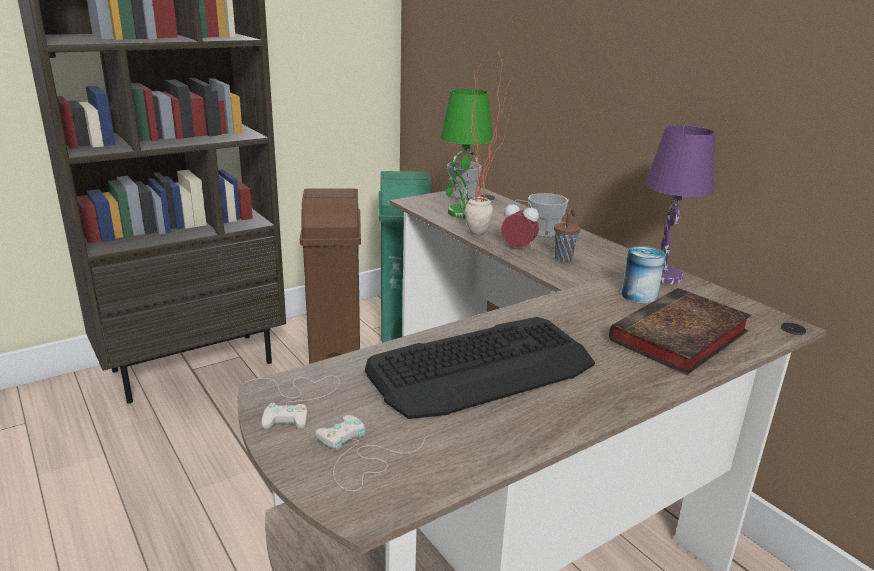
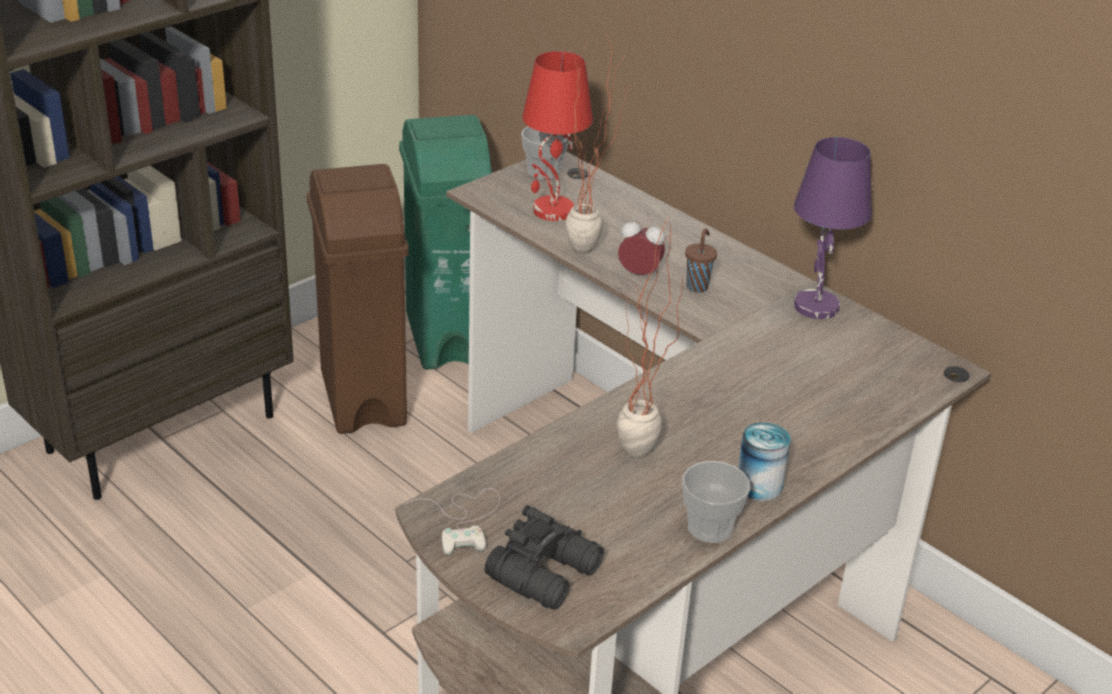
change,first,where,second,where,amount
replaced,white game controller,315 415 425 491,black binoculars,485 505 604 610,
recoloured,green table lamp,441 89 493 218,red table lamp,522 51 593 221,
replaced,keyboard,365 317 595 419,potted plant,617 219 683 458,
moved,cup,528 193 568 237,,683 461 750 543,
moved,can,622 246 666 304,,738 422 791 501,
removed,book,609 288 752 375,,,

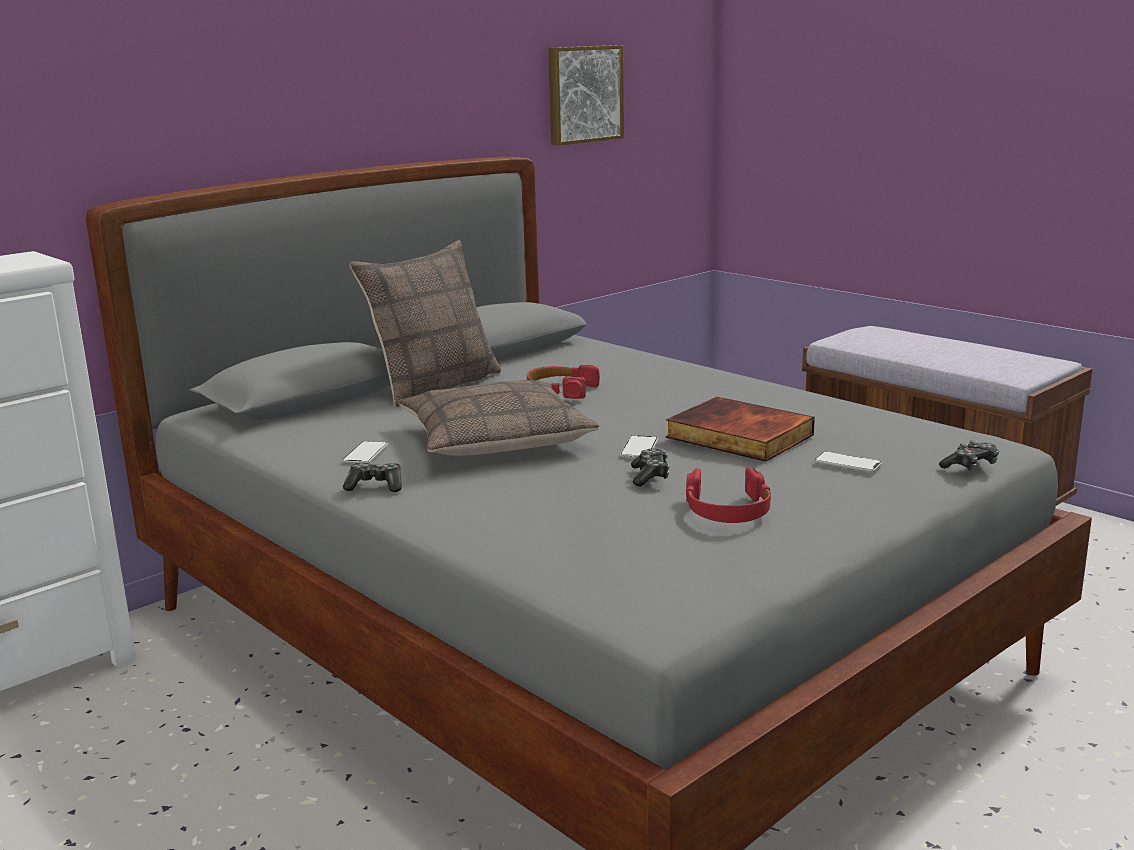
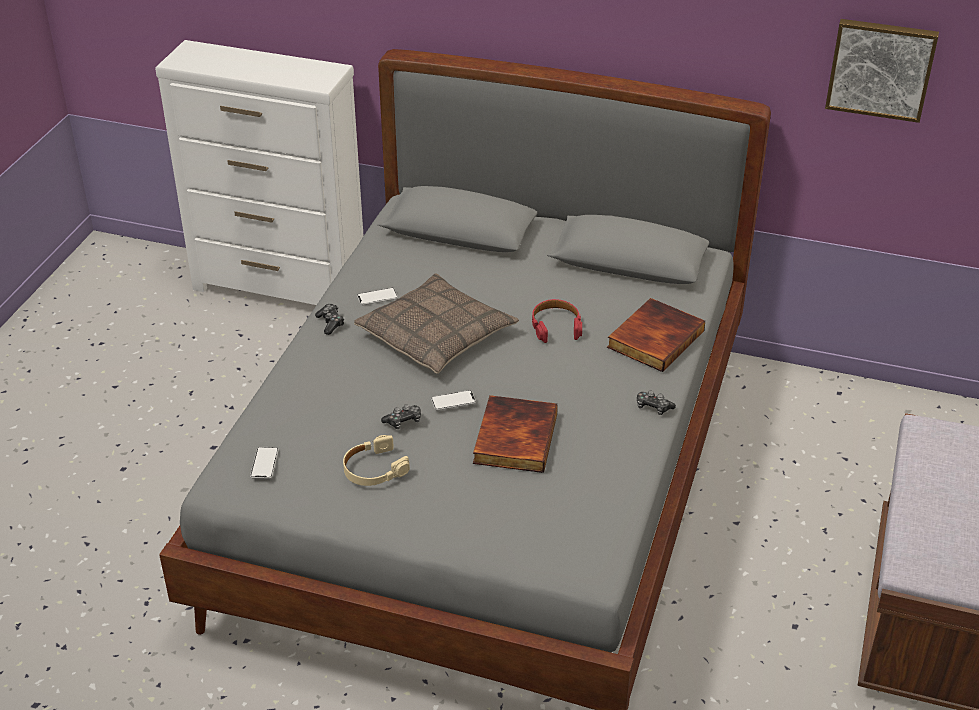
change,first,where,second,where,amount
moved,phone,814 451 882 472,,250 447 279 479,
recoloured,red headphones,686 467 771 523,beige headphones,343 435 410 486,
added,,,book,607 298 705 372,
moved,game controller,939 440 999 471,,637 390 676 415,
removed,pillow,349 240 501 407,,,

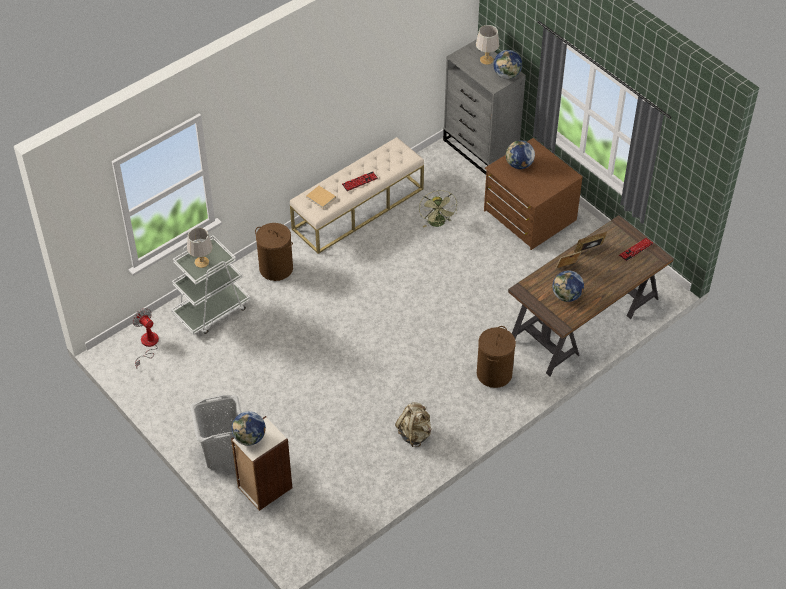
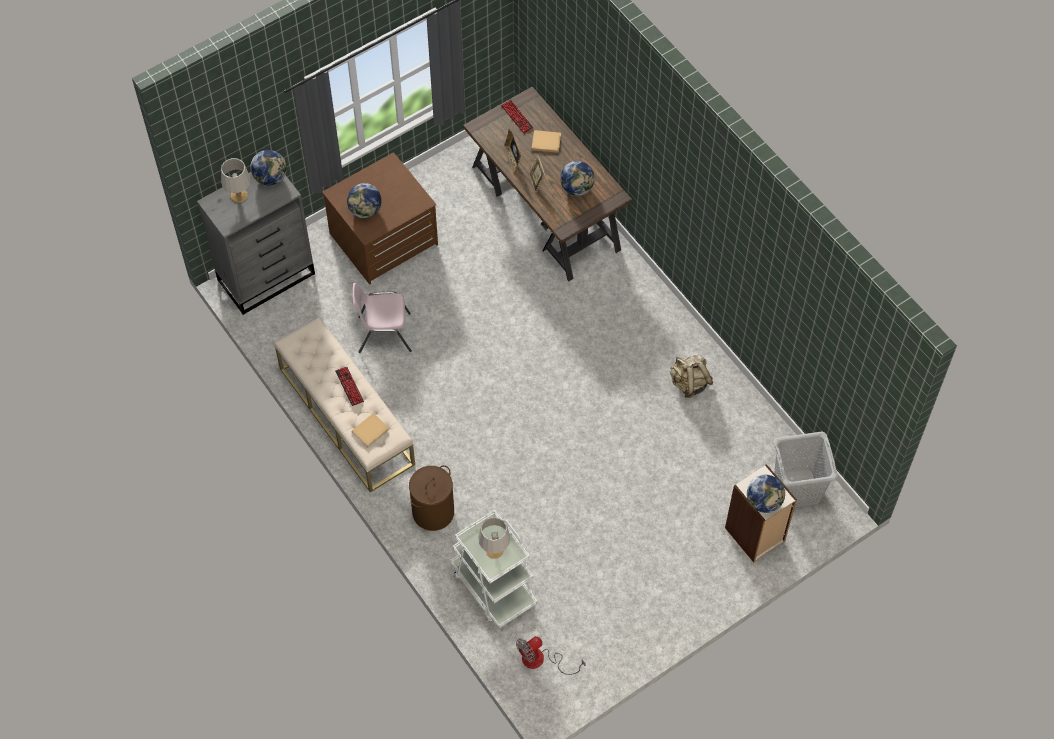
change,first,where,second,where,amount
replaced,green fan,419 190 457 228,pink chair,353 283 412 353,
added,,,beige book,532 130 561 153,
moved,grey laundry basket,190 395 242 469,,773 431 838 507,
removed,brown laundry basket,477 326 516 388,,,

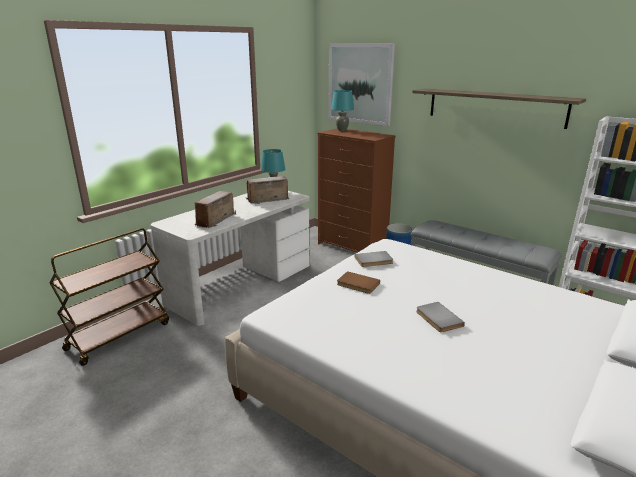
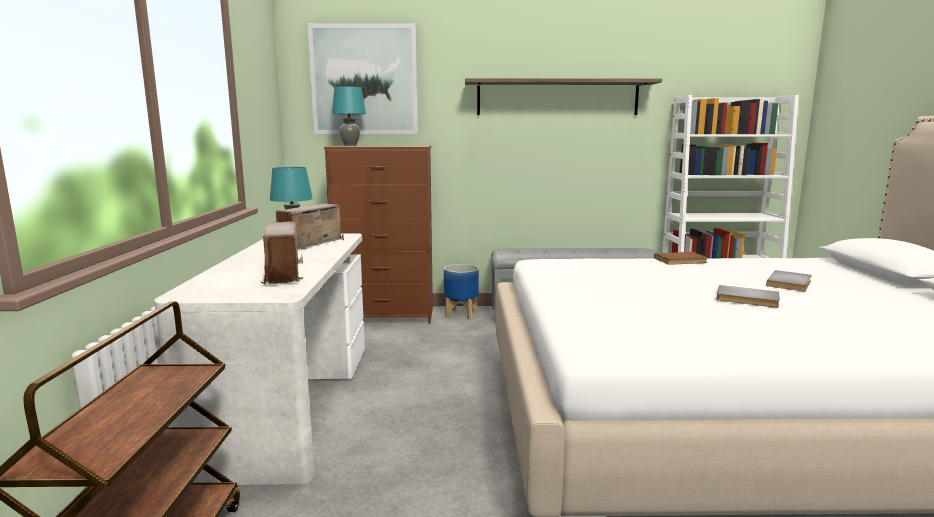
change,first,where,second,where,amount
moved,brown book,337 271 380 294,,654 252 708 265,
moved,grey book,355 251 393 267,,766 270 812 291,

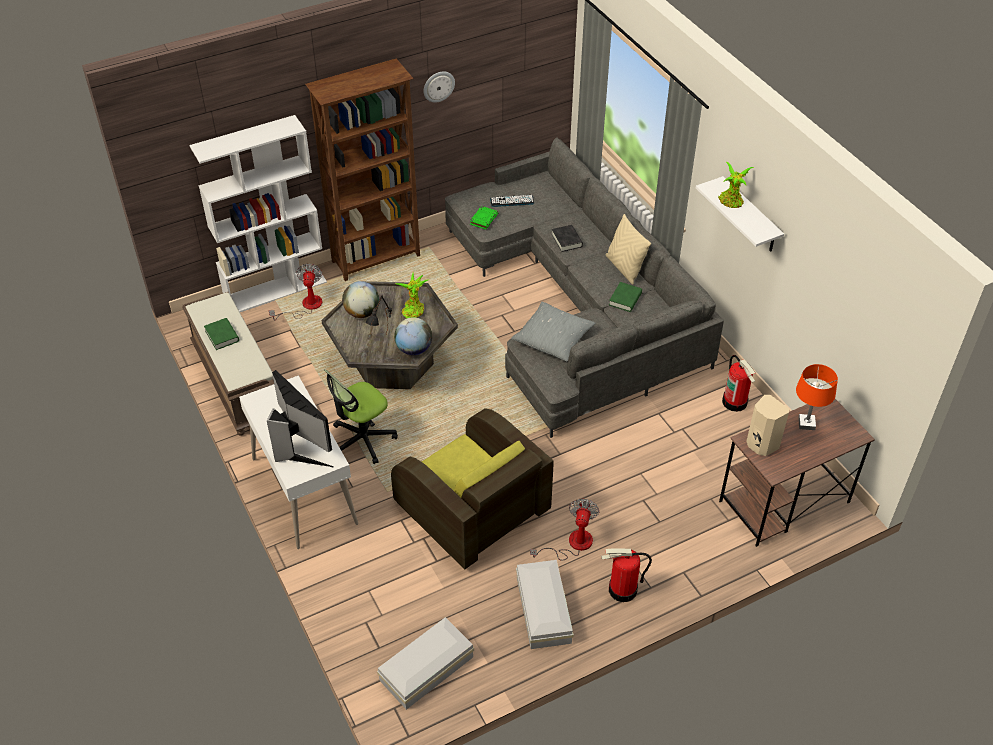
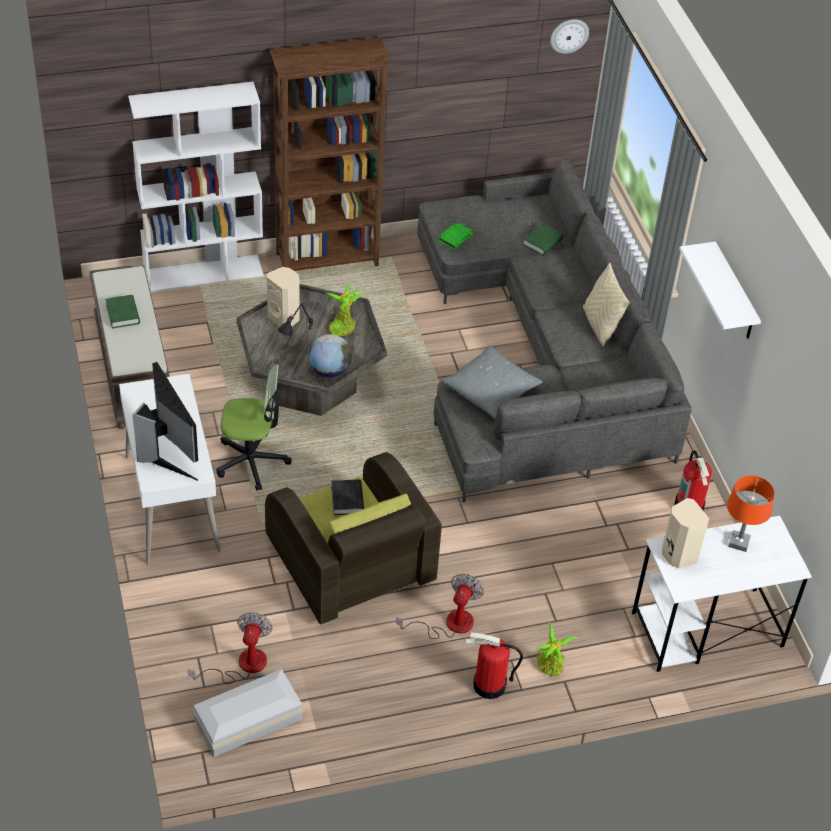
change,first,where,second,where,amount
moved,fan,269 263 322 320,,188 612 272 684,
turned,office chair,324 369 398 464,,216 364 292 491,150 degrees counterclockwise
replaced,globe,342 281 379 318,beige speaker,267 267 300 327,
moved,black book,552 225 583 252,,331 479 364 515,
moved,green book,609 282 642 312,,523 223 564 256,
moved,potted plant,718 162 754 208,,535 622 578 676,
moved,wall clock,423 71 455 103,,550 19 589 54,
recoloured,brown desk,719 399 875 547,white desk,632 516 812 672,
removed,keyboard,490 195 534 207,,,
removed,white storage box,516 560 573 649,,,

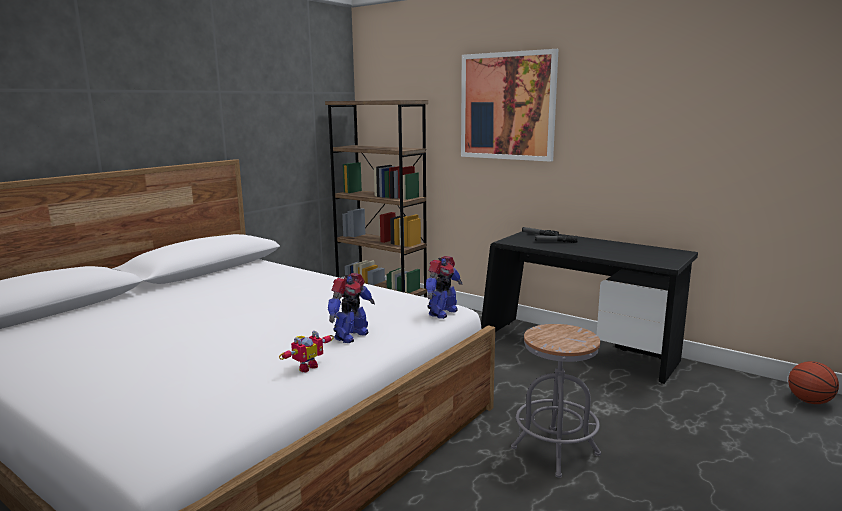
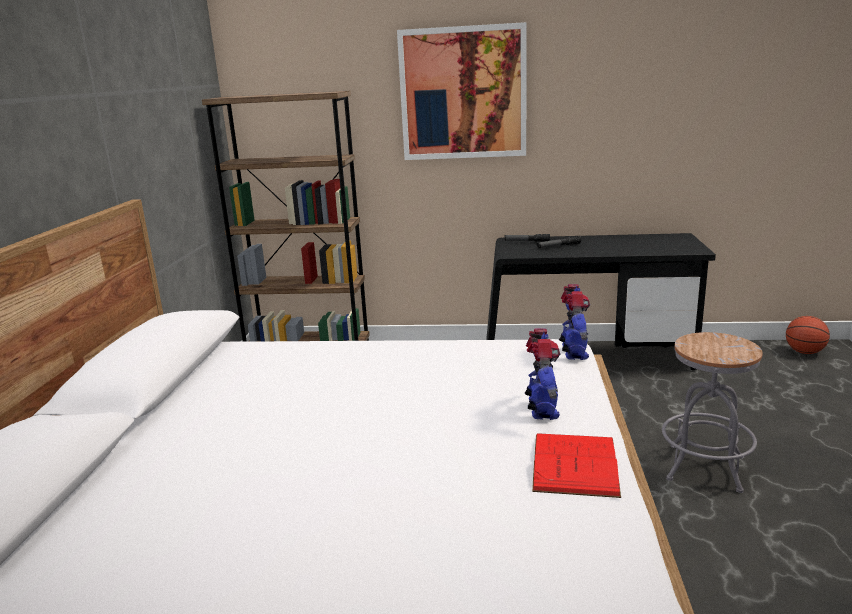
change,first,where,second,where,amount
replaced,toy robot,279 331 333 373,red book,532 433 621 498,

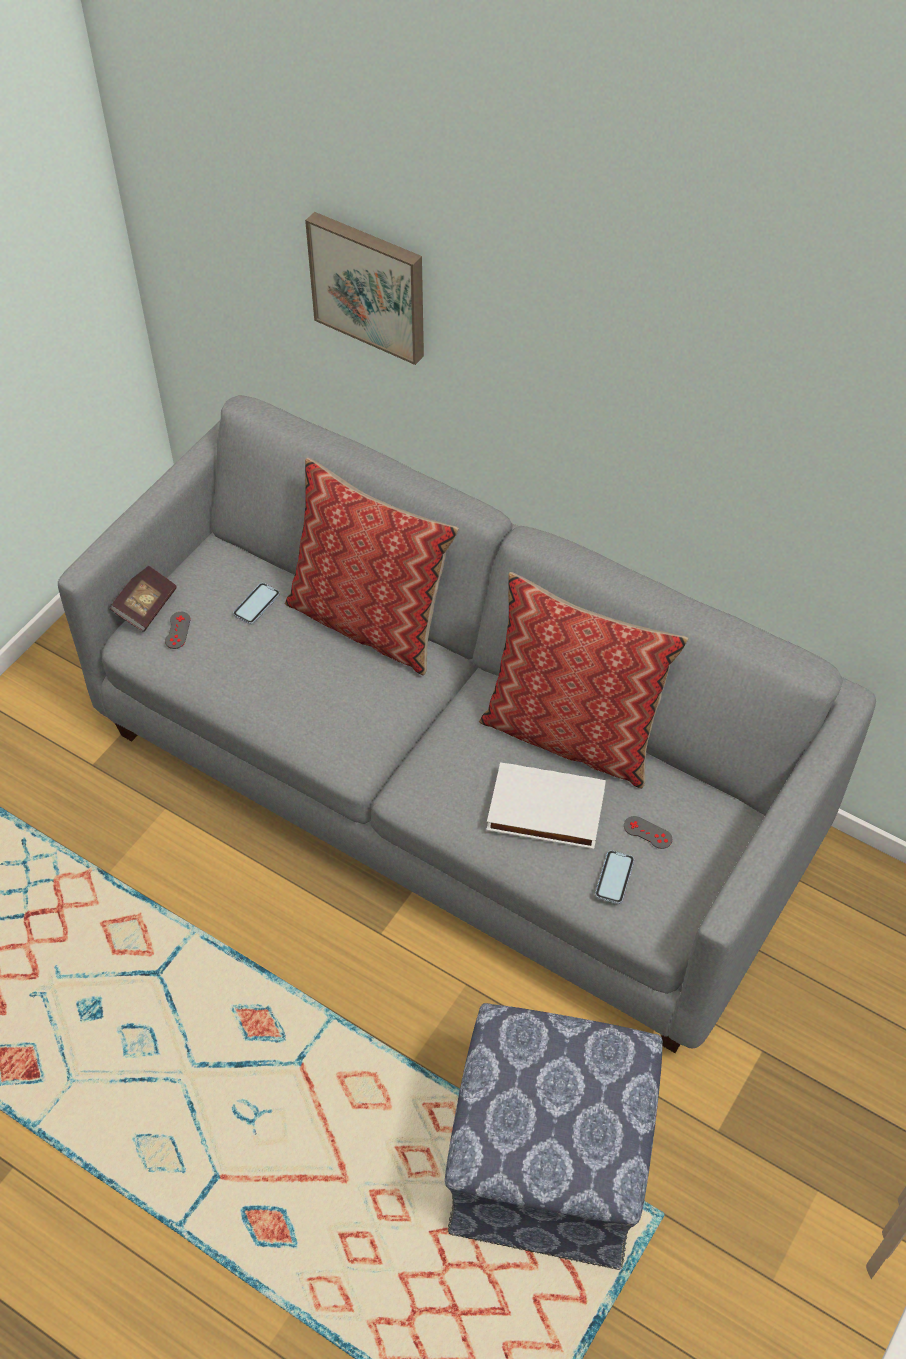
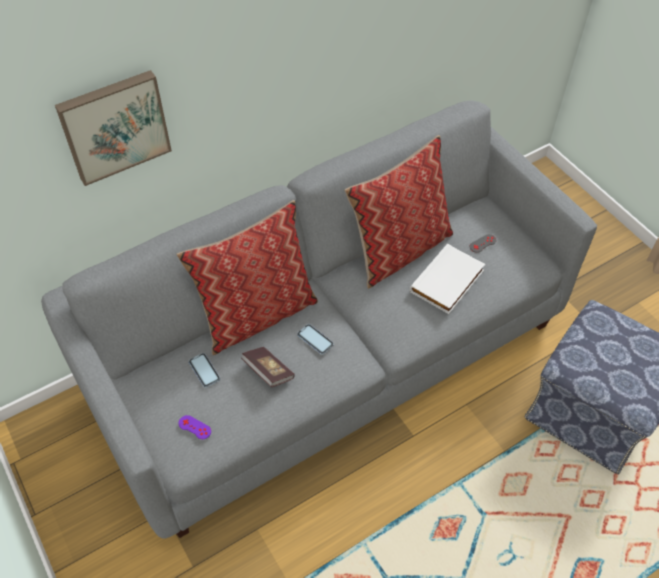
change,first,where,second,where,amount
recoloured,grey game controller,165 612 191 649,purple game controller,179 415 211 439,
moved,book,110 566 177 632,,241 347 295 387,
moved,phone,595 850 634 904,,297 324 334 355,

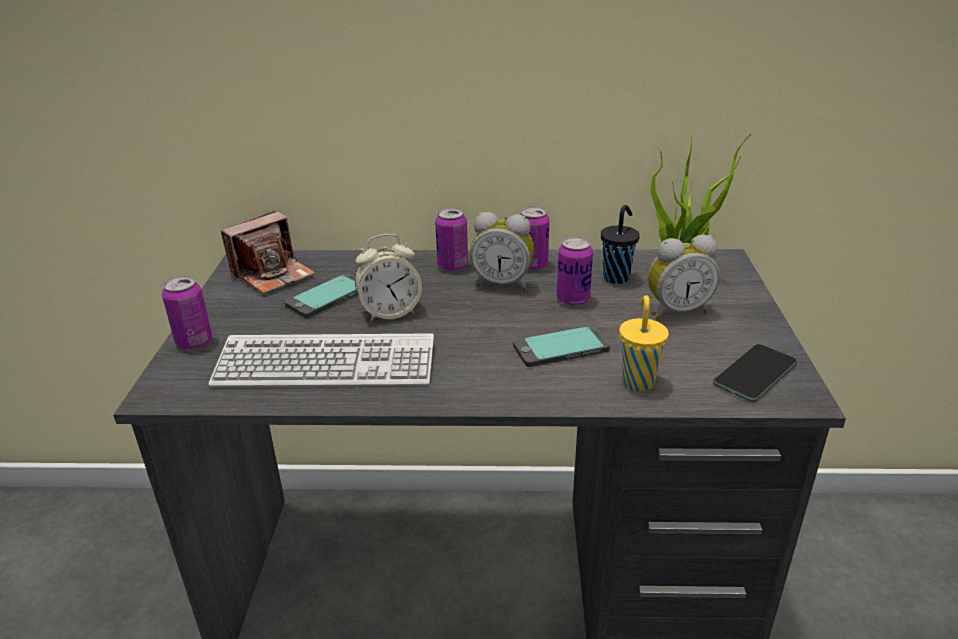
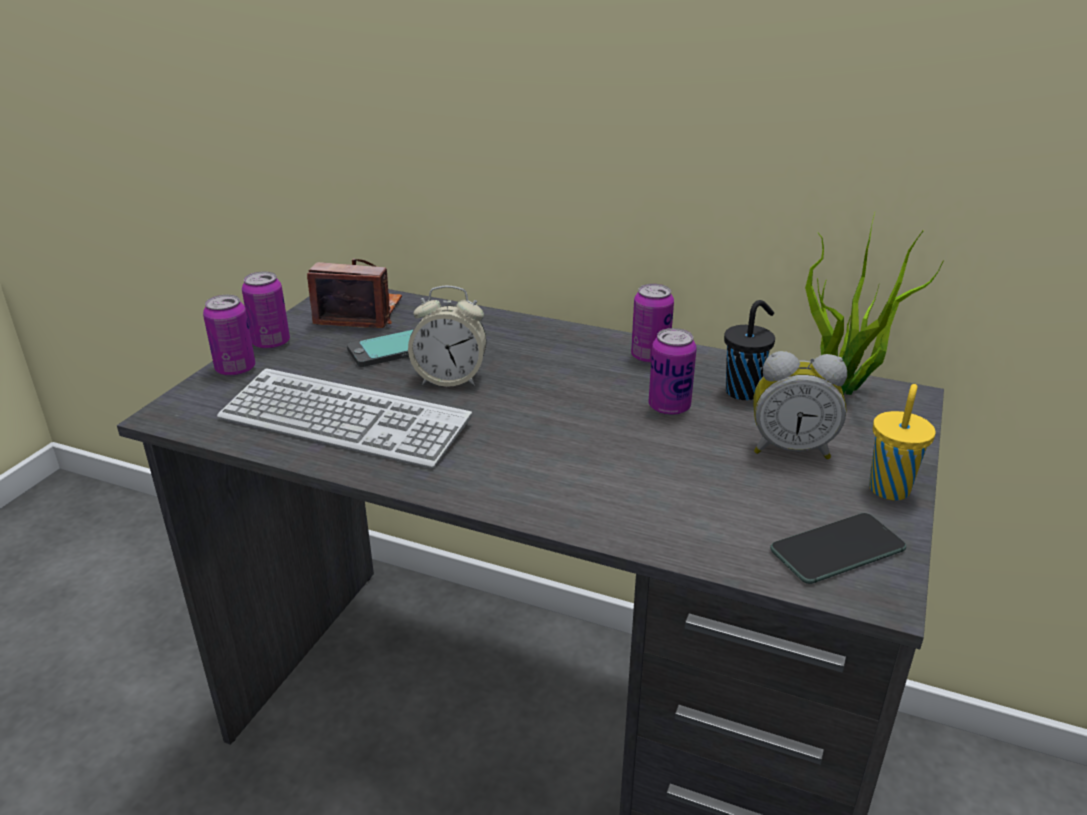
change,first,where,second,where,amount
moved,can,435 208 468 272,,242 271 290 350,
turned,photo camera,221 211 315 294,,307 258 402 328,150 degrees counterclockwise
moved,yellow cup,619 295 669 391,,869 384 936 501,
removed,alarm clock,470 212 534 291,,,
removed,phone,513 325 610 367,,,

